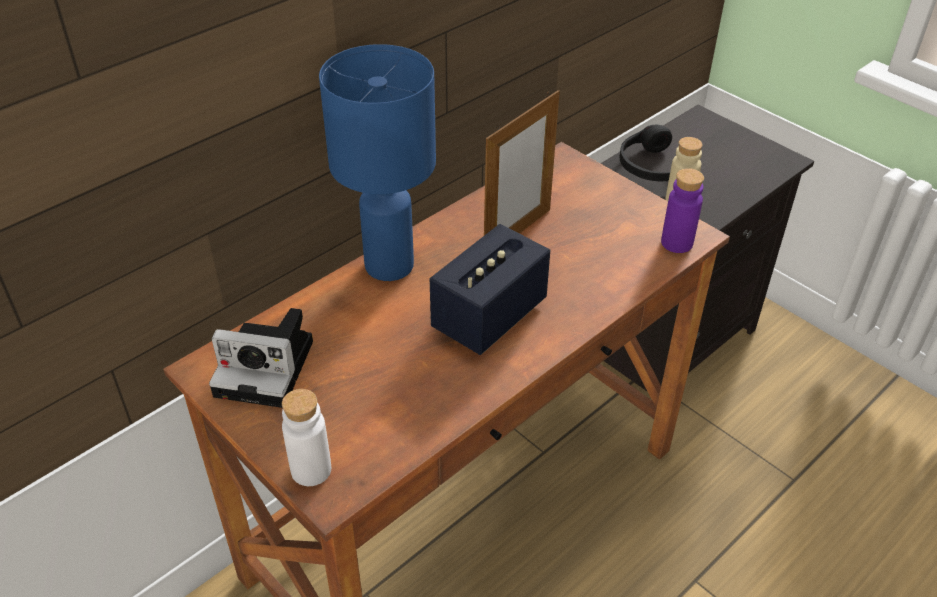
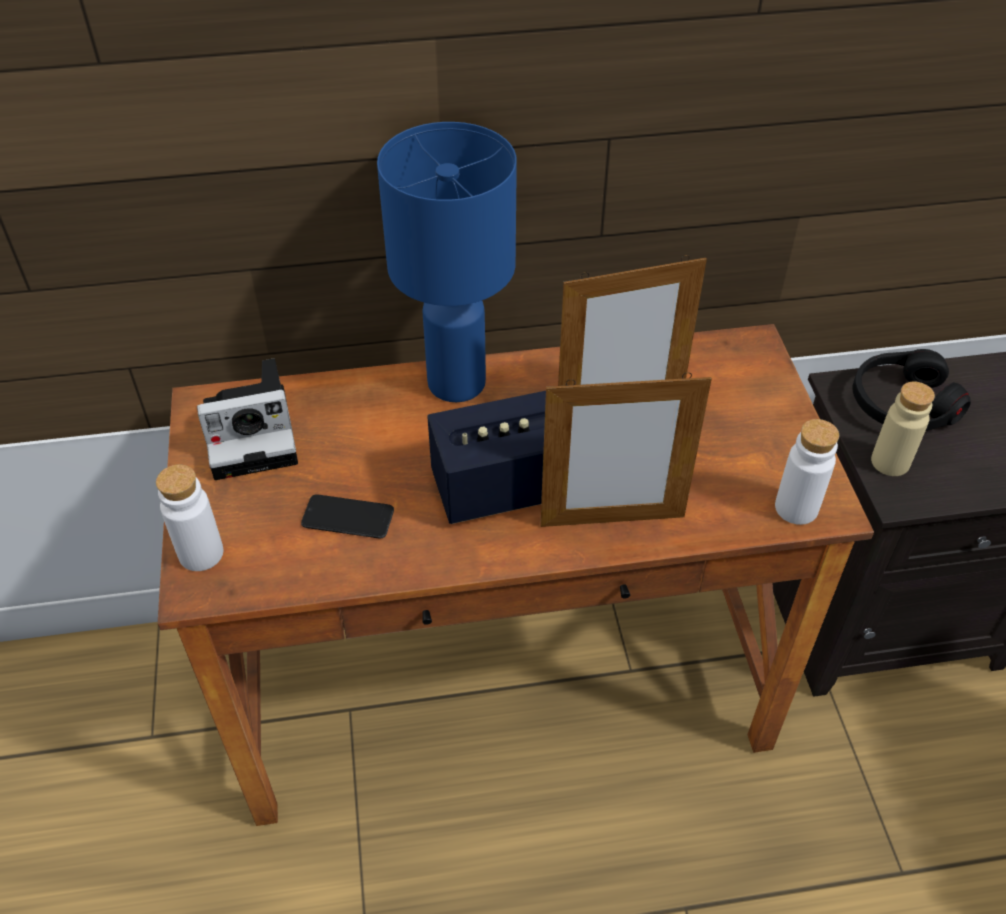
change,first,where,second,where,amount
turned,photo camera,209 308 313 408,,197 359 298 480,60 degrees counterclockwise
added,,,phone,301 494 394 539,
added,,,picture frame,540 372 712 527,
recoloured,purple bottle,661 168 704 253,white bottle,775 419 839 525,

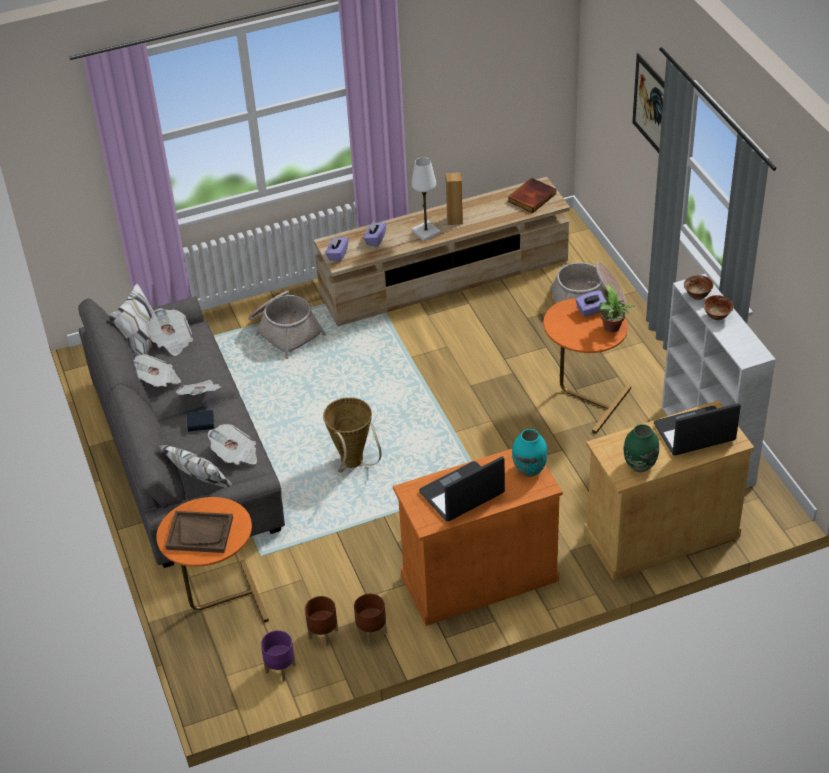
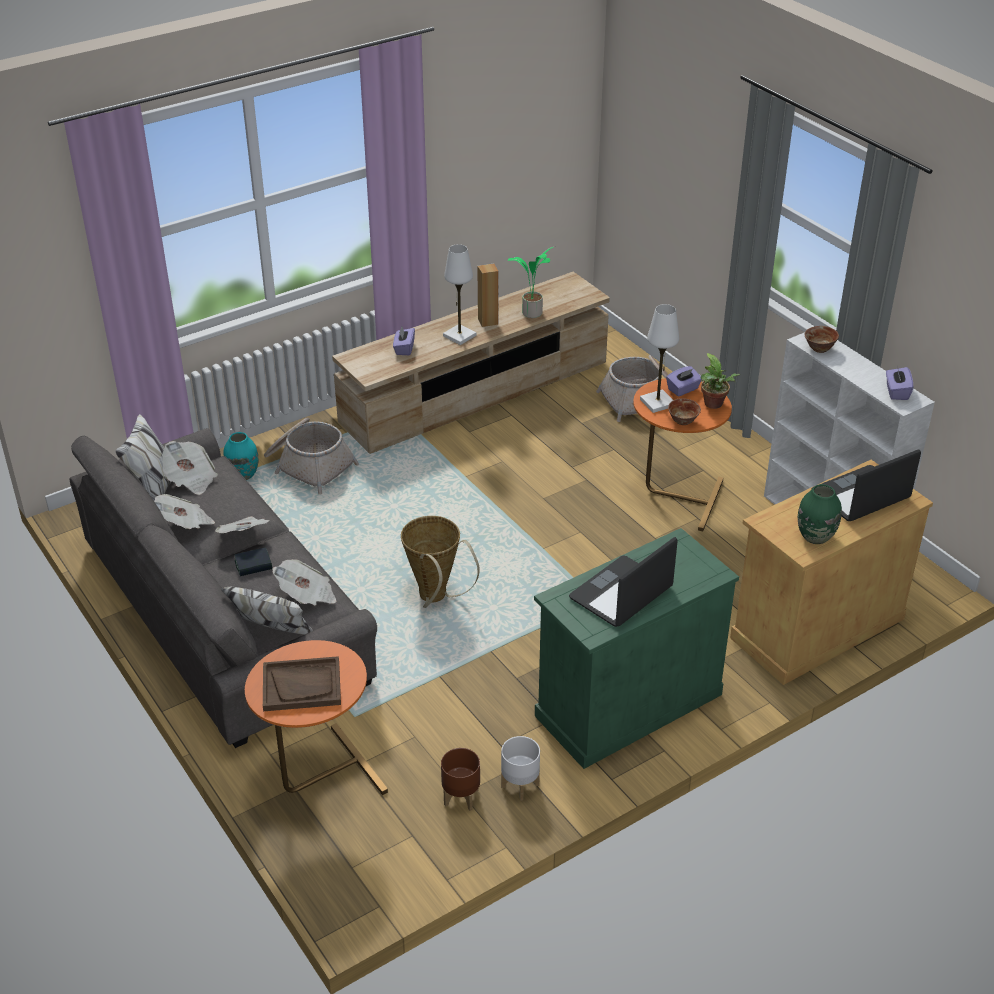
change,first,where,second,where,amount
moved,turquoise vase,512 429 548 477,,224 432 258 480,
recoloured,brown planter,354 594 387 644,white planter,501 736 540 801,
added,,,potted plant,508 247 553 318,
recoloured,orange cabinet,393 449 563 626,green cabinet,534 528 739 769,
added,,,white table lamp,640 304 679 413,
moved,bowl,703 295 733 320,,668 398 701 425,
moved,purple tissue box,326 236 348 262,,886 365 913 400,
removed,purple planter,261 630 296 681,,,
removed,book,508 178 556 213,,,
removed,picture,632 53 665 153,,,

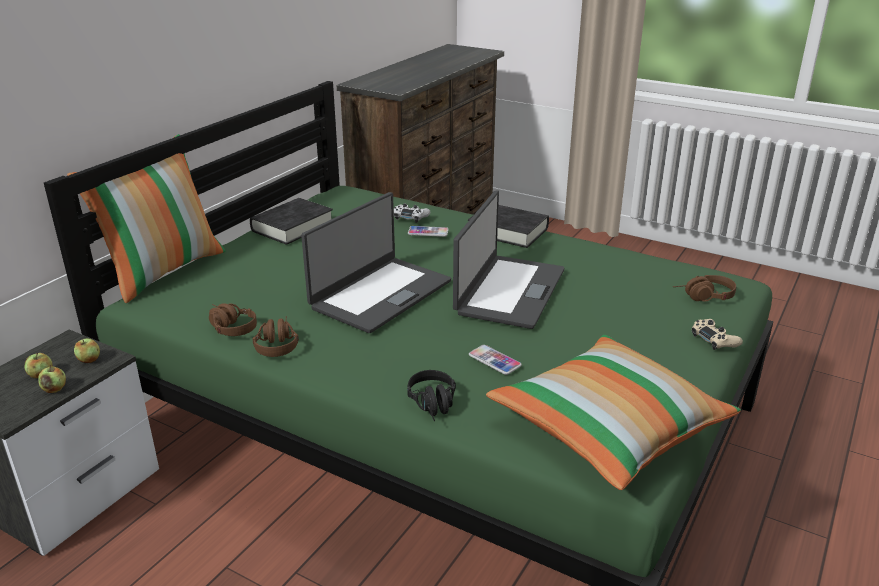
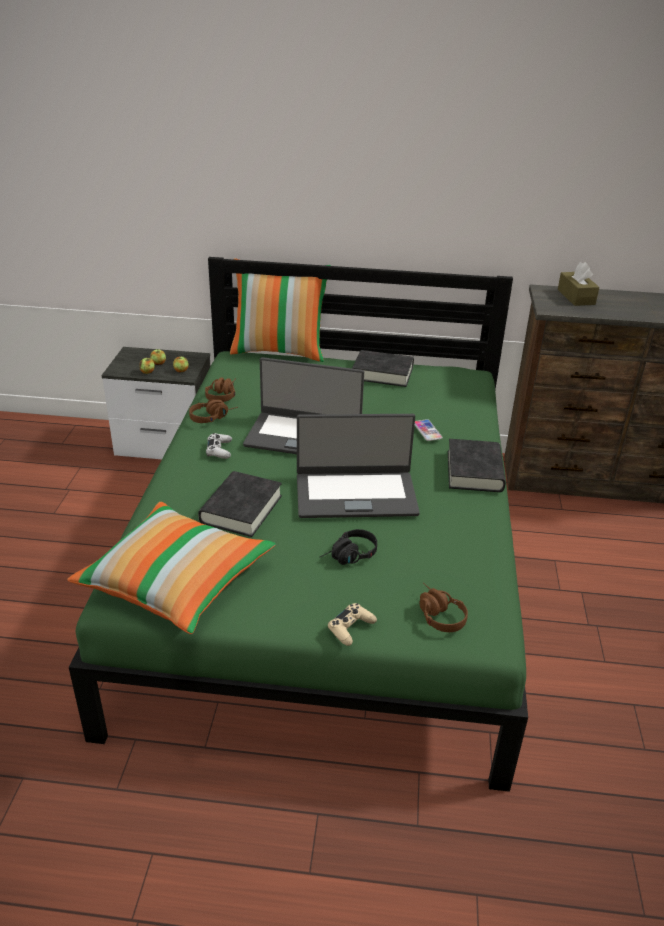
change,first,where,second,where,amount
replaced,phone,469 345 522 375,black book,198 471 282 537,
moved,white game controller,394 203 431 223,,206 433 232 459,
moved,black headphones,407 370 456 421,,320 529 377 565,
added,,,brown tissue box,558 262 600 306,

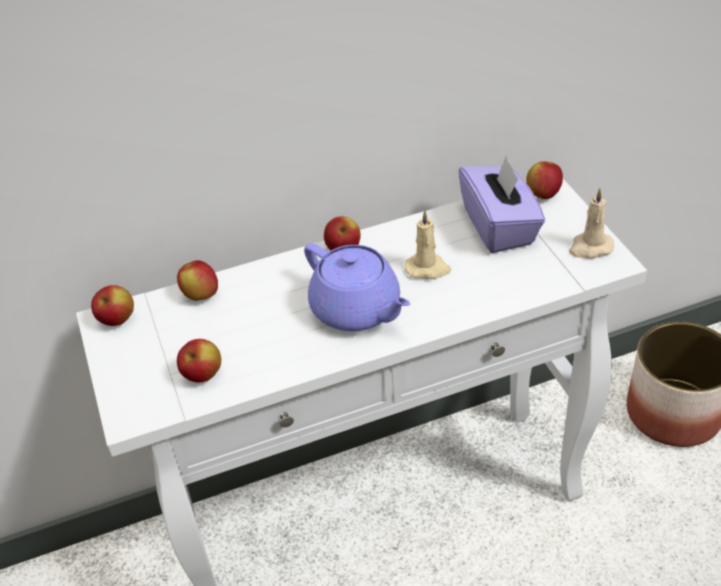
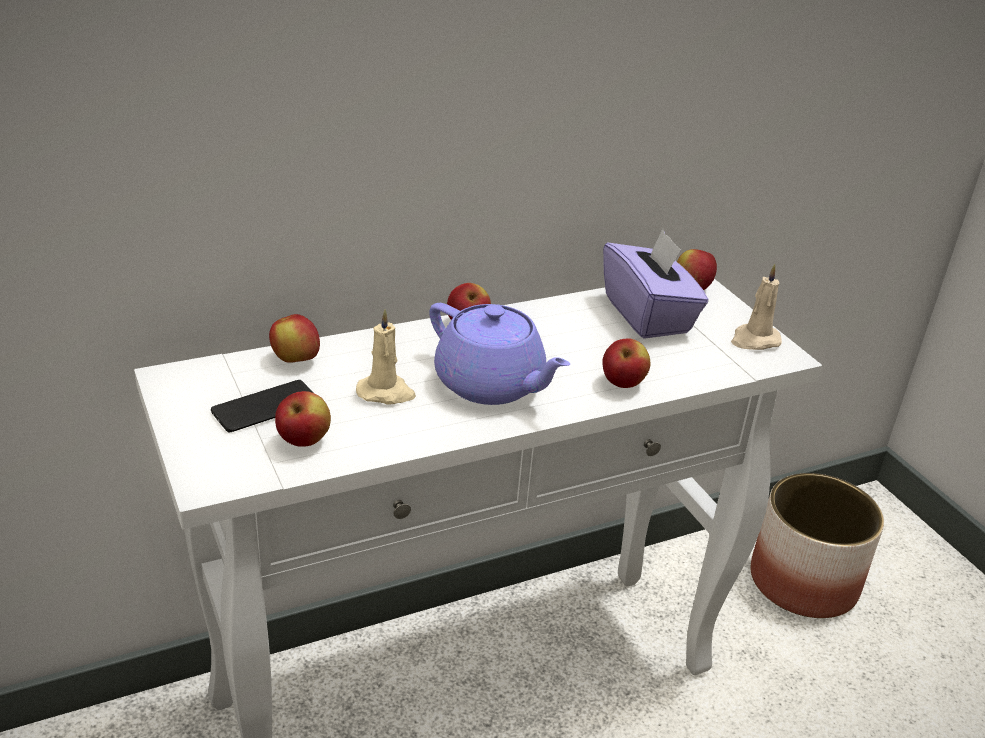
change,first,where,second,where,amount
added,,,phone,211 380 313 432,
moved,beige candle,405 210 451 280,,356 309 416 405,
moved,apple,91 285 134 326,,602 338 650 388,

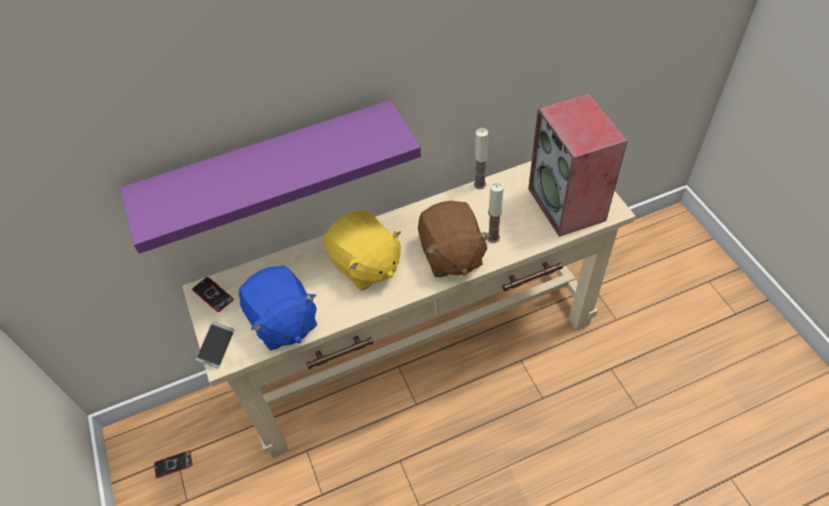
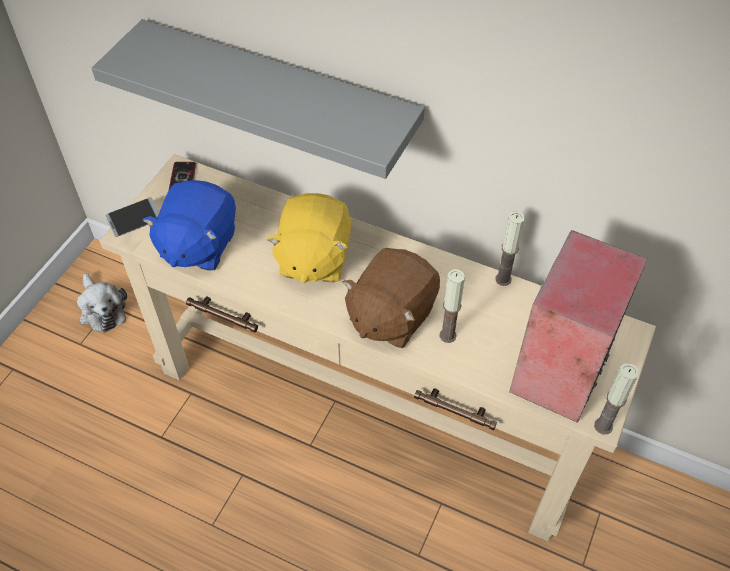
change,first,where,second,where,amount
replaced,phone,154 450 192 478,plush toy,77 273 127 332,
recoloured,purple shelf,120 100 421 254,grey shelf,92 19 425 179,
added,,,candle,594 363 639 434,

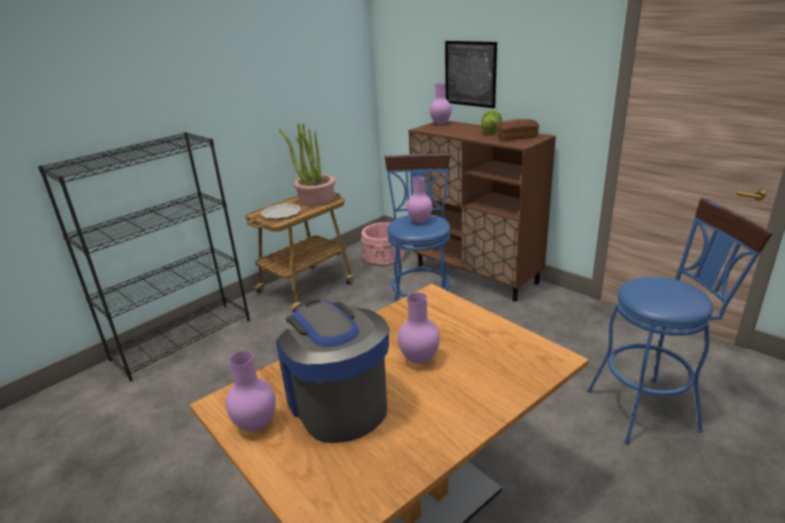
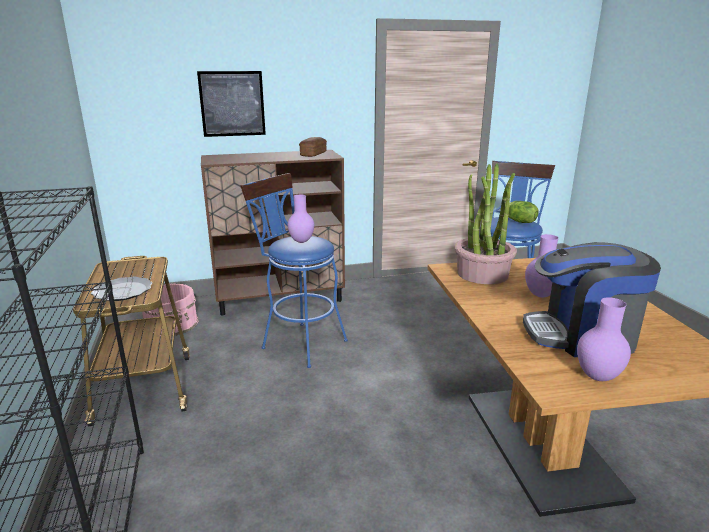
change,first,where,second,where,amount
moved,potted plant,279 123 336 206,,454 163 517 284,
moved,lettuce,481 110 502 134,,508 201 539 223,
removed,purple vase,430 83 452 125,,,

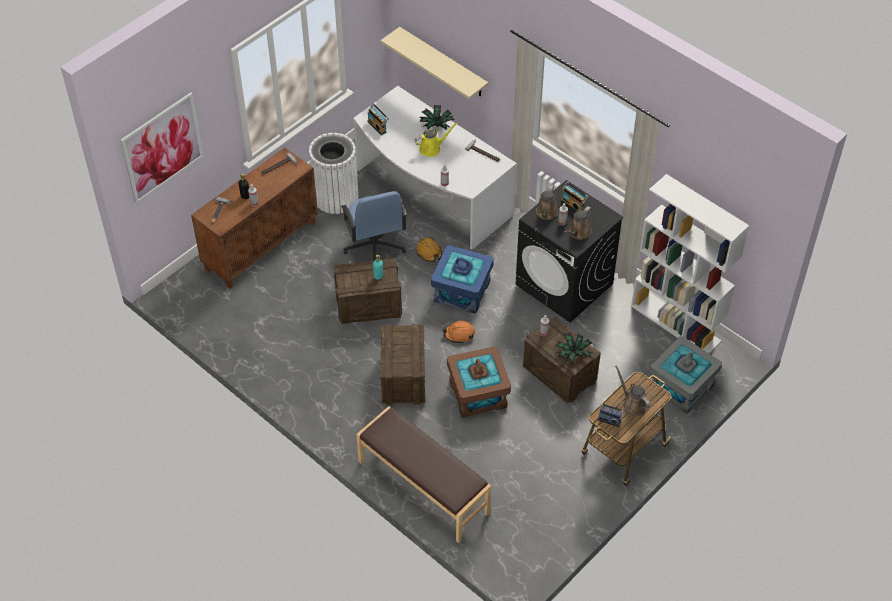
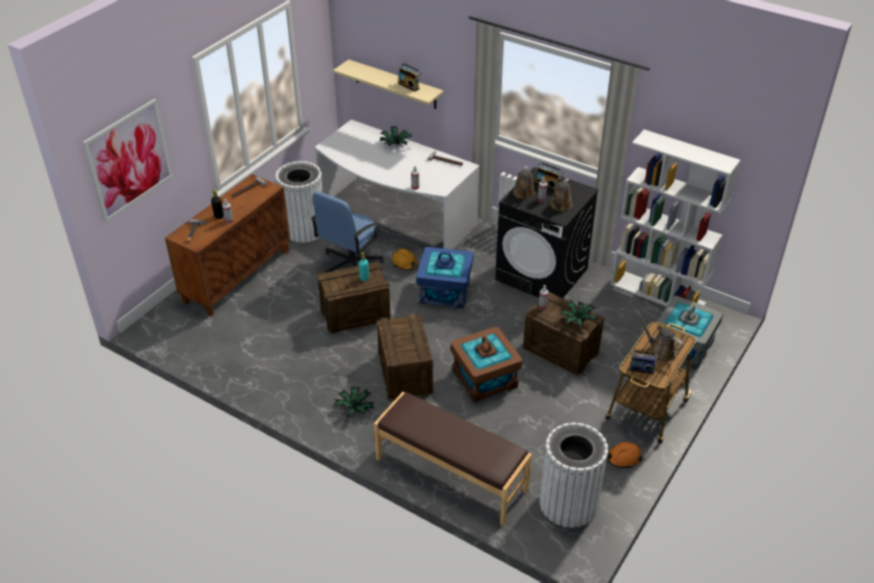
change,first,where,second,where,amount
turned,blue office chair,341 191 407 261,,311 191 384 273,60 degrees clockwise
added,,,potted plant,334 387 375 418,
moved,radio,368 104 389 135,,398 63 422 92,
added,,,white trash can,540 423 608 528,
moved,orange hard hat,442 321 475 343,,607 442 642 468,
removed,yellow watering can,414 122 458 157,,,

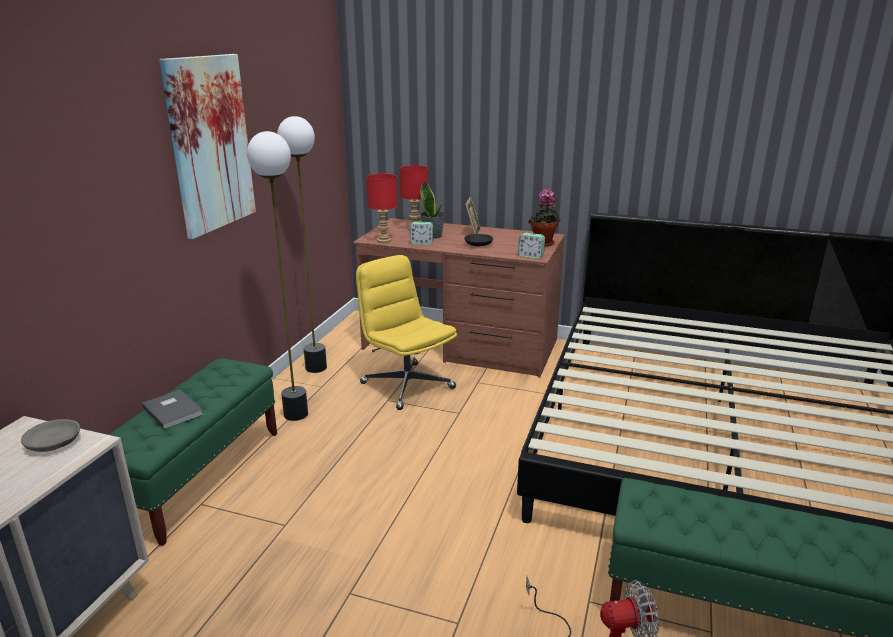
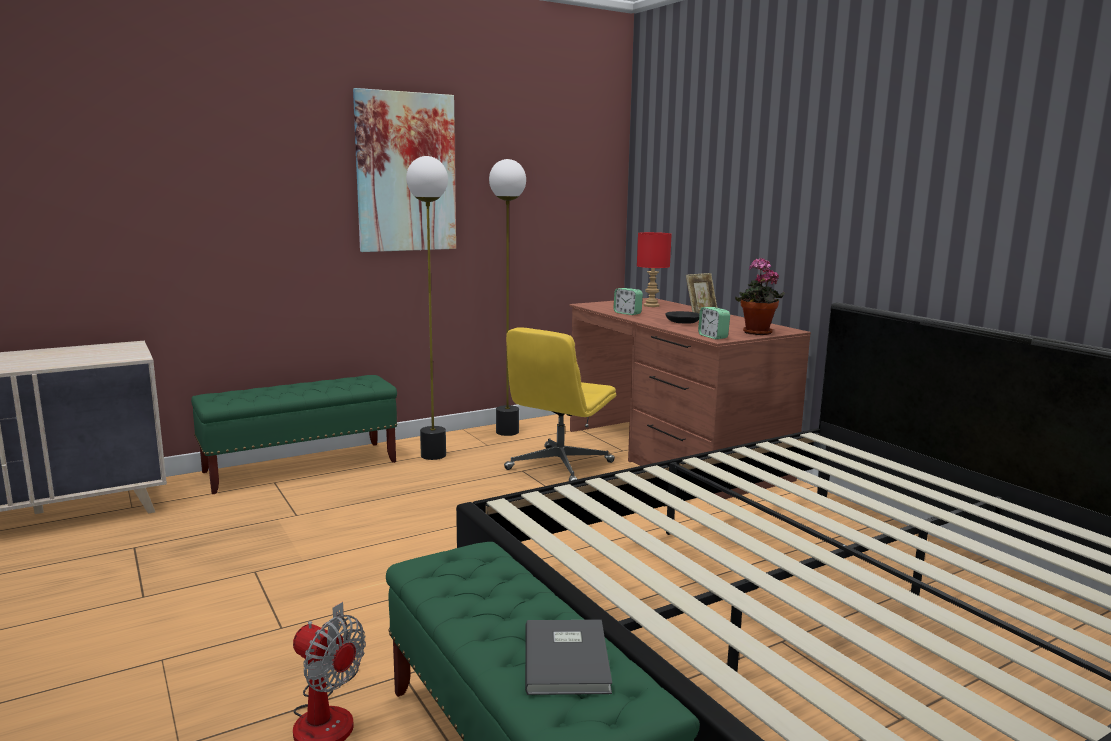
change,first,where,second,where,amount
turned,yellow office chair,356 255 457 410,,504 327 616 481,150 degrees counterclockwise
moved,grey book,142 390 203 429,,525 620 612 695,
removed,grey bowl,21 419 80 452,,,
removed,red table lamp,366 173 398 243,,,
removed,potted plant,420 180 446 239,,,

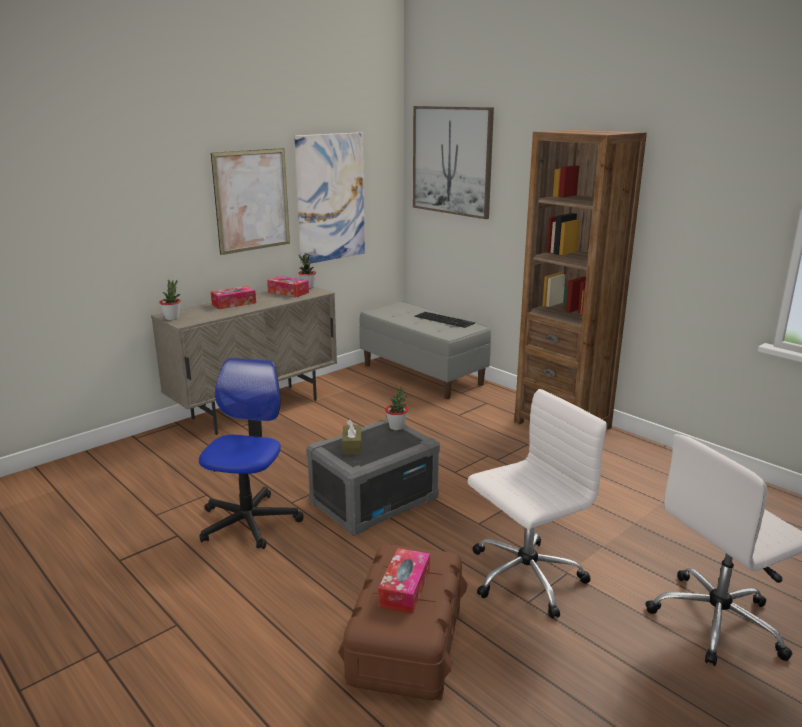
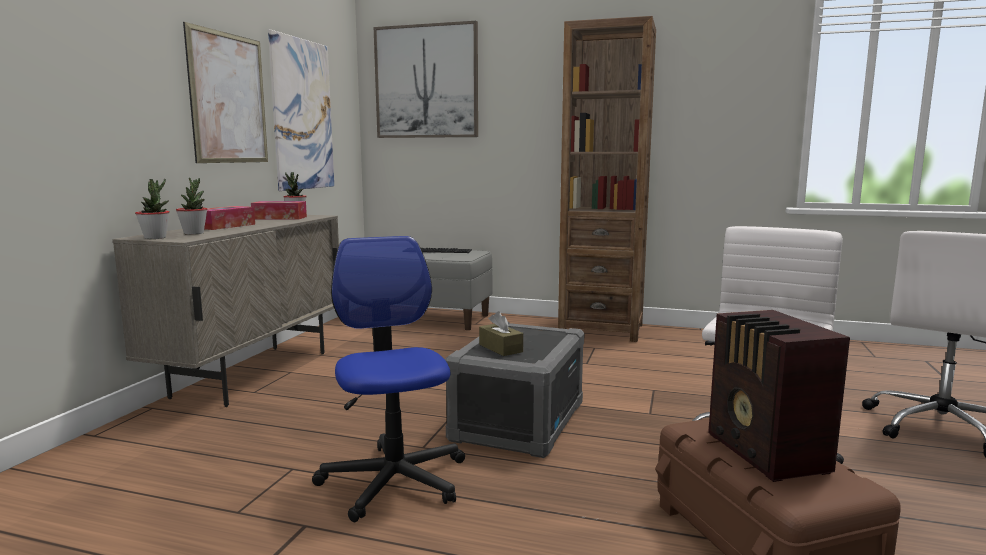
change,first,where,second,where,amount
moved,potted plant,385 387 408 430,,176 178 207 235,
replaced,tissue box,378 548 430 614,radio,708 310 850 482,

